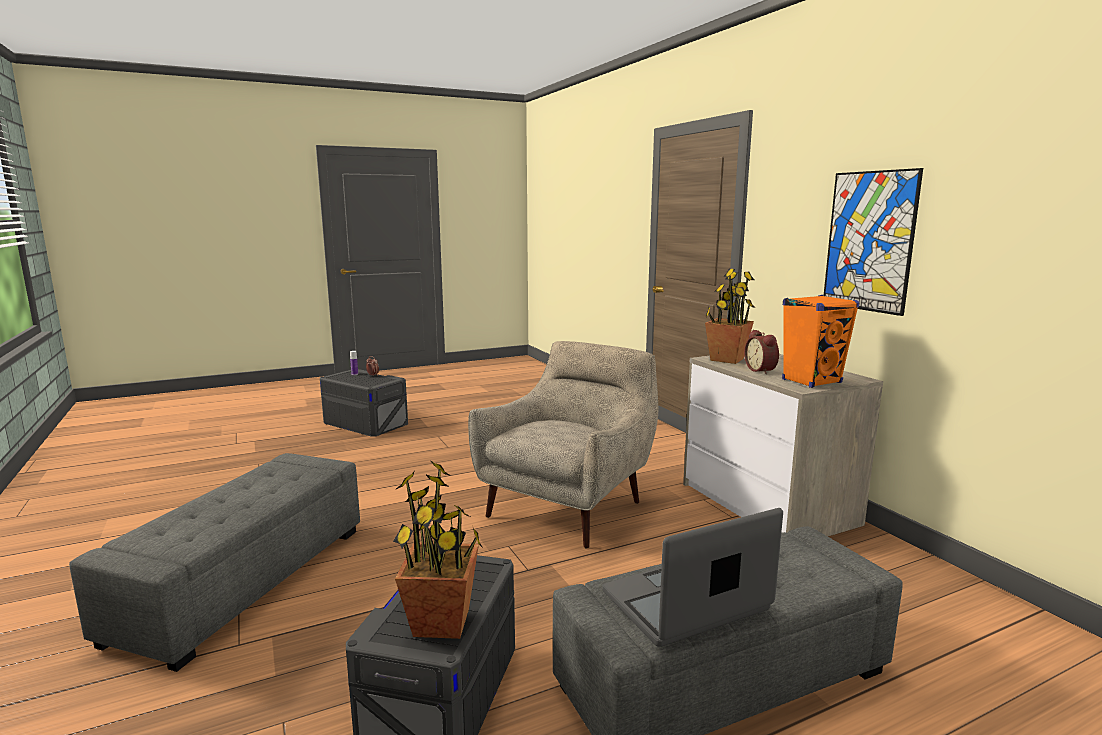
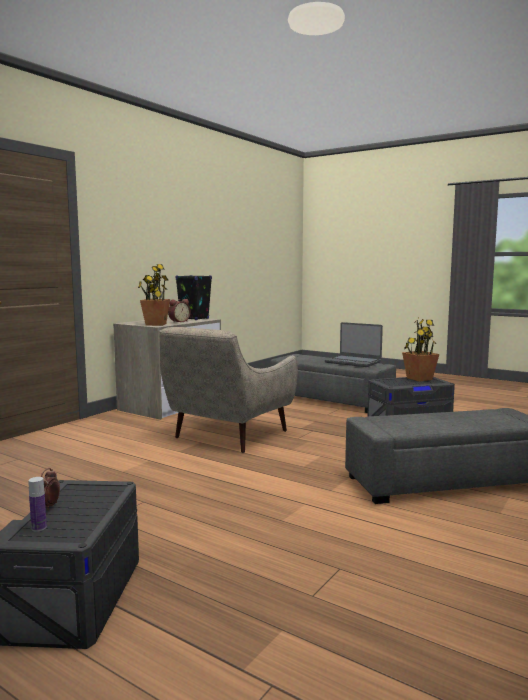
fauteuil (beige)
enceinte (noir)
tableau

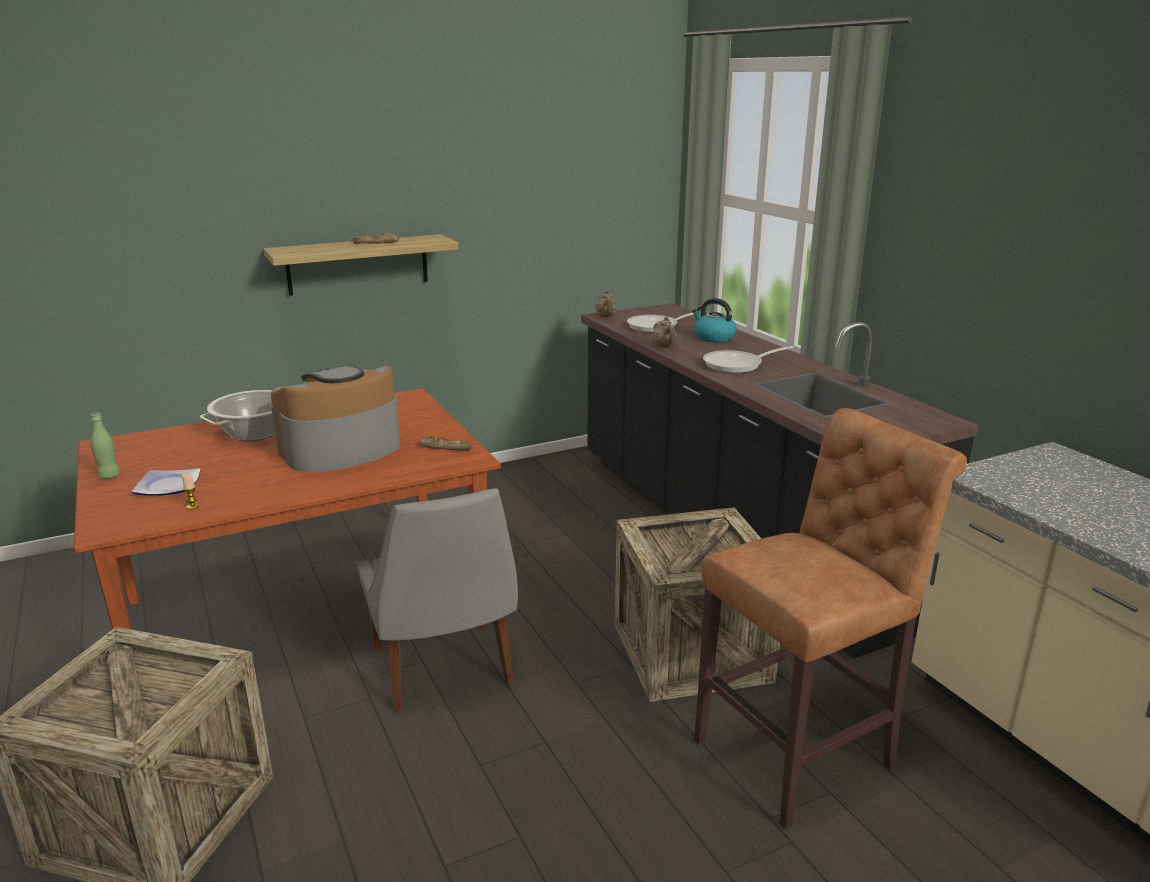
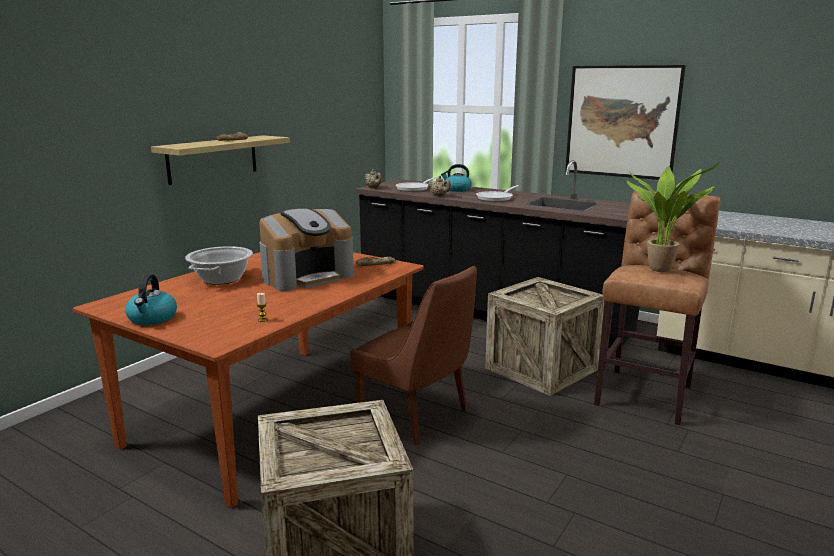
bouilloire (no. 1 from left)
assiette
machine à café
chaise (marron)
tableau
plante en pot

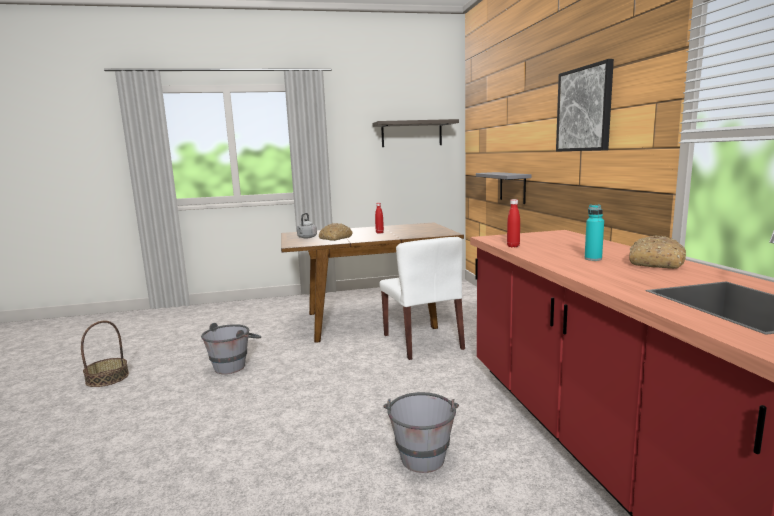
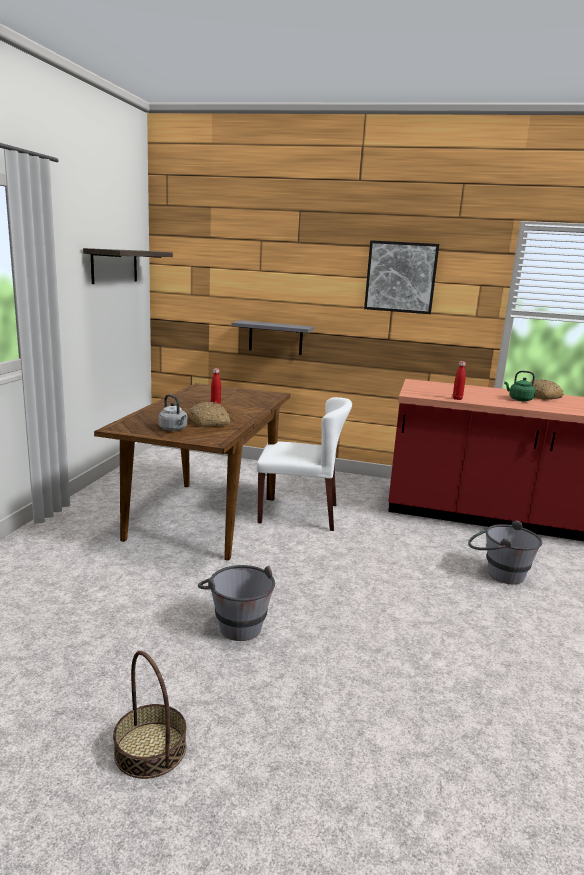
bouilloire (vert)

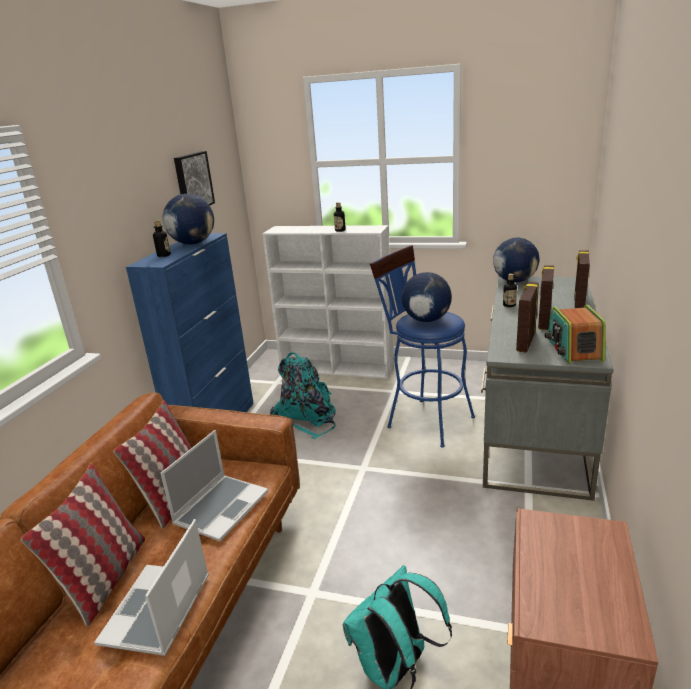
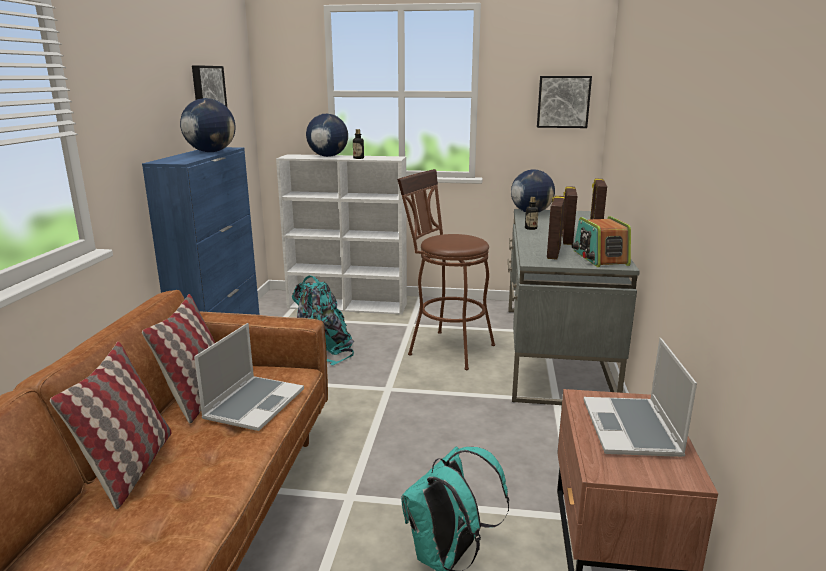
ordinateur portable (no. 2 from left)
bouteille (no. 1 from left in the first image)
tabouret (marron)
globe (no. 2 from left)
tableau (no. 2 from left)

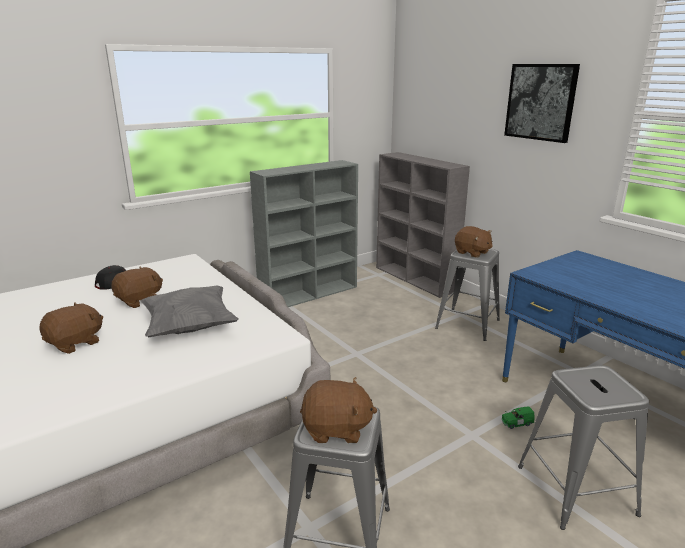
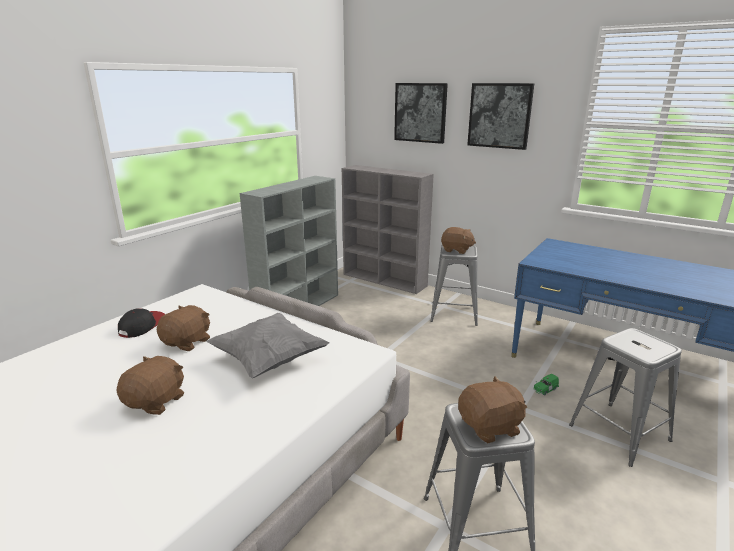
tableau (no. 1 from left)

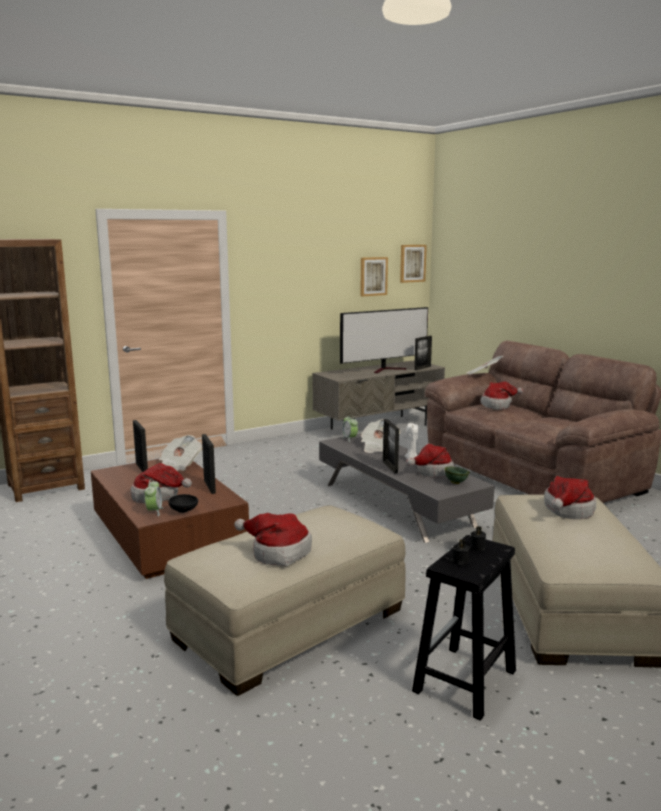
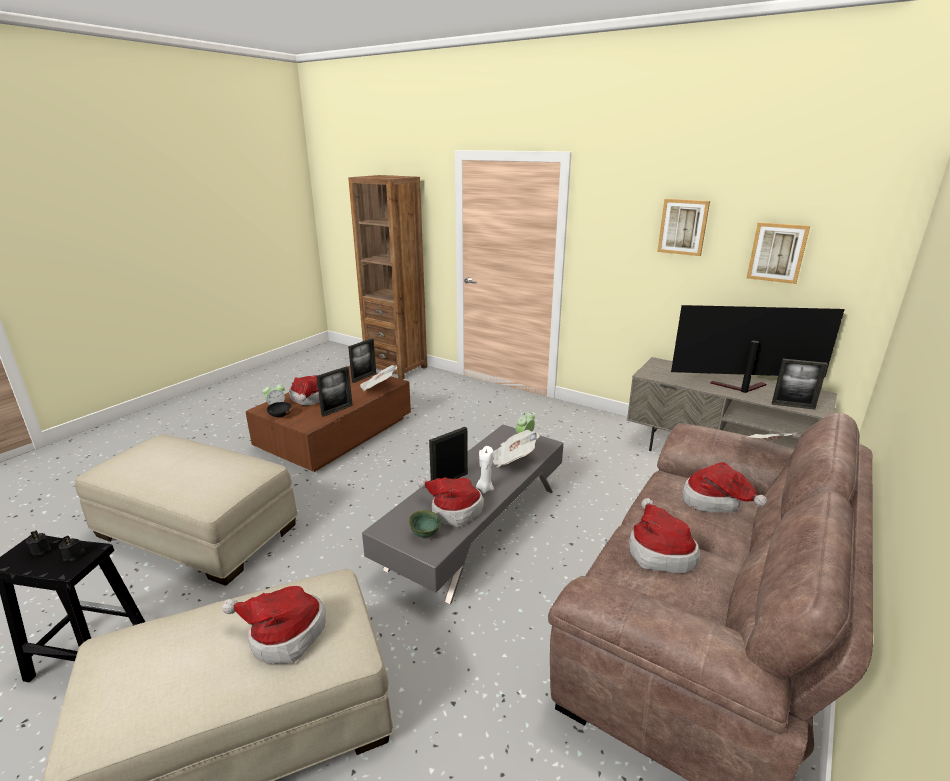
chapeau (no. 4 from left)
téléviseur
tableau (no. 1 from left)

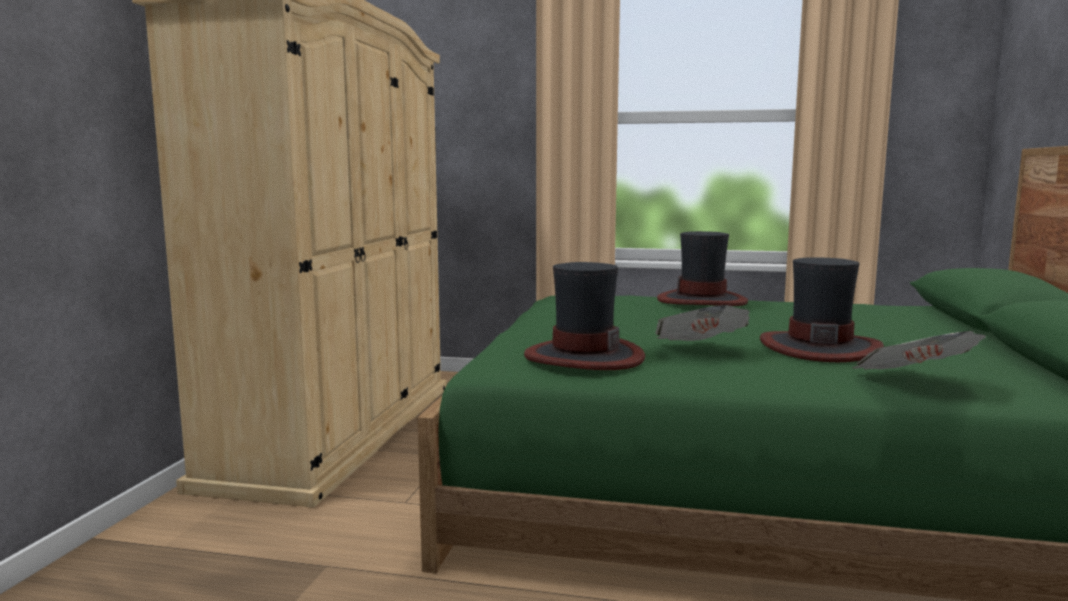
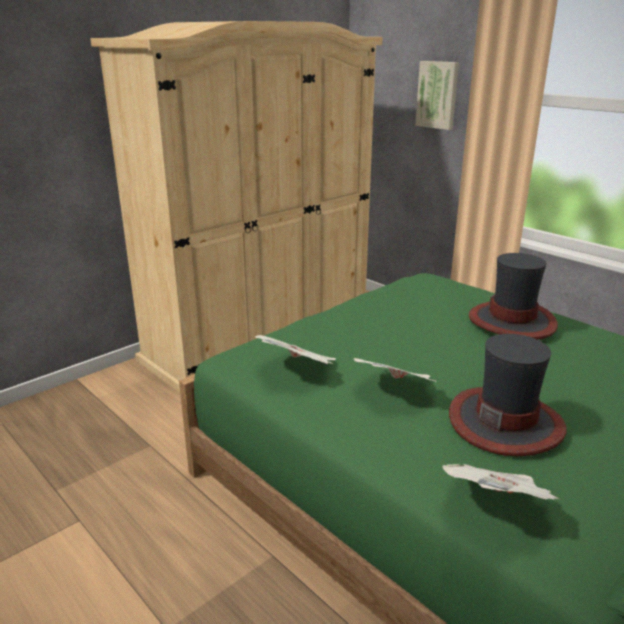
journal (no. 1 from left)
tableau

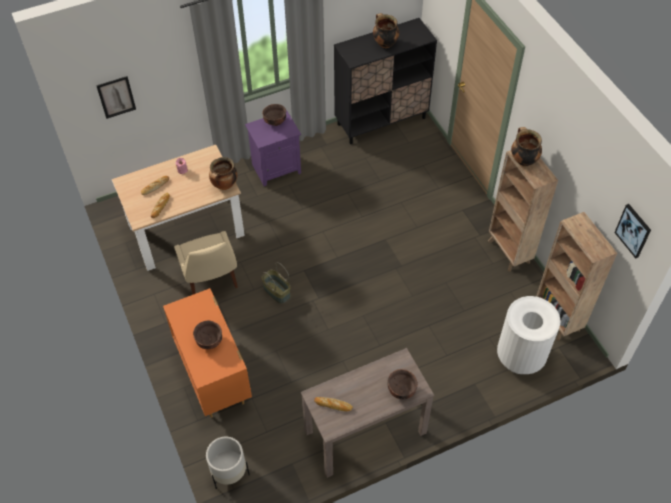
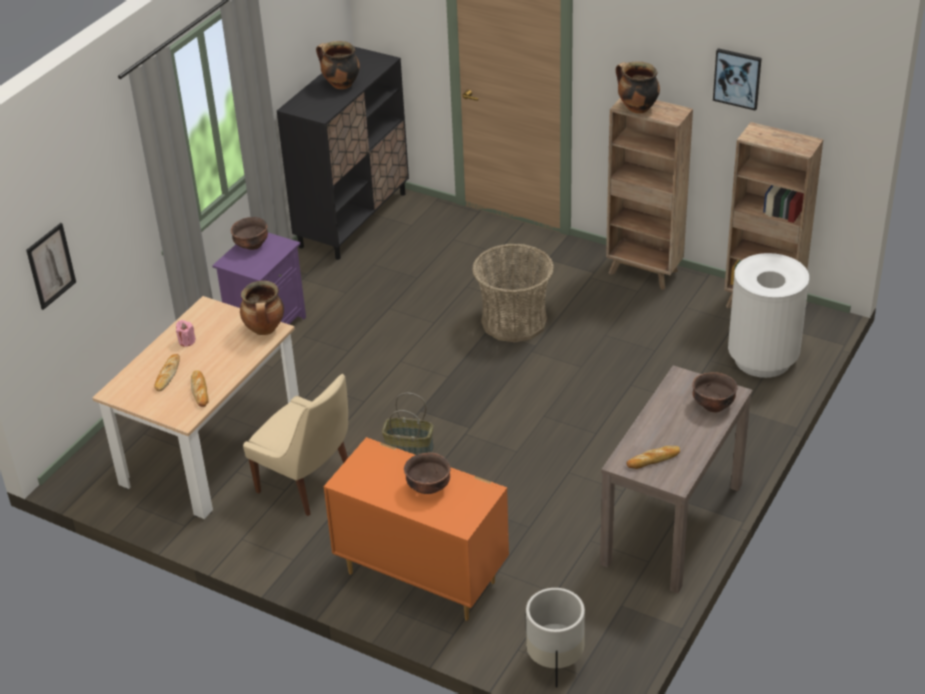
tableau (no. 2 from left)
panier (no. 2 from left)

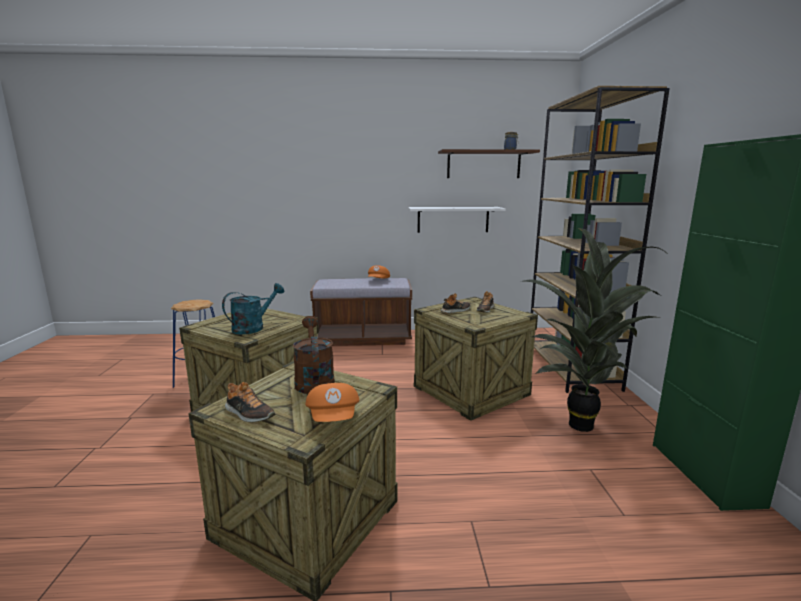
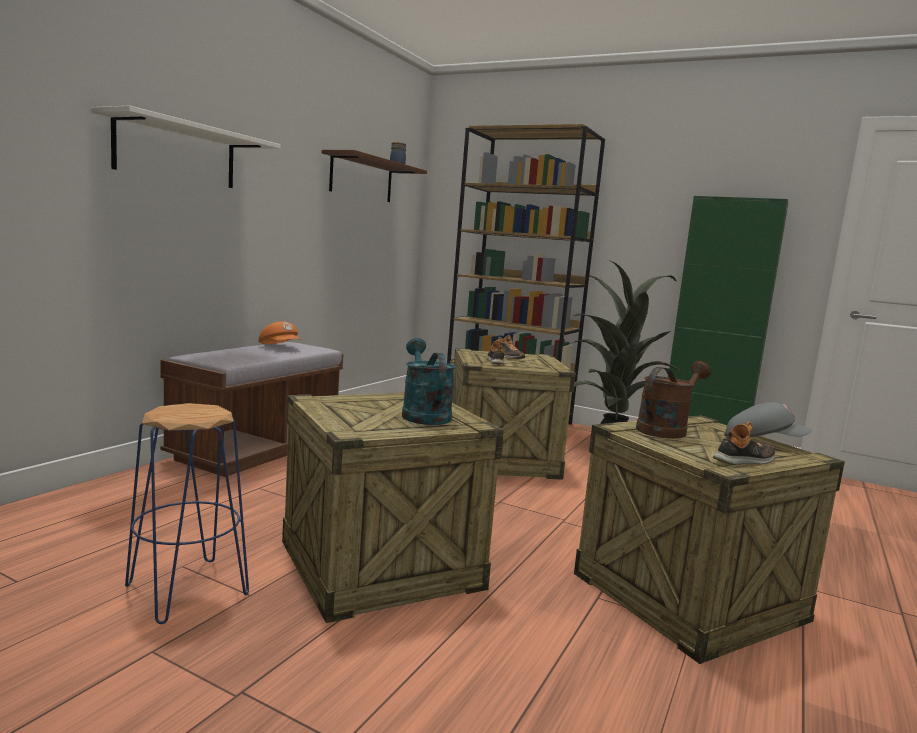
arrosoir (marron)
casquette (gris)
étagère (blanc)

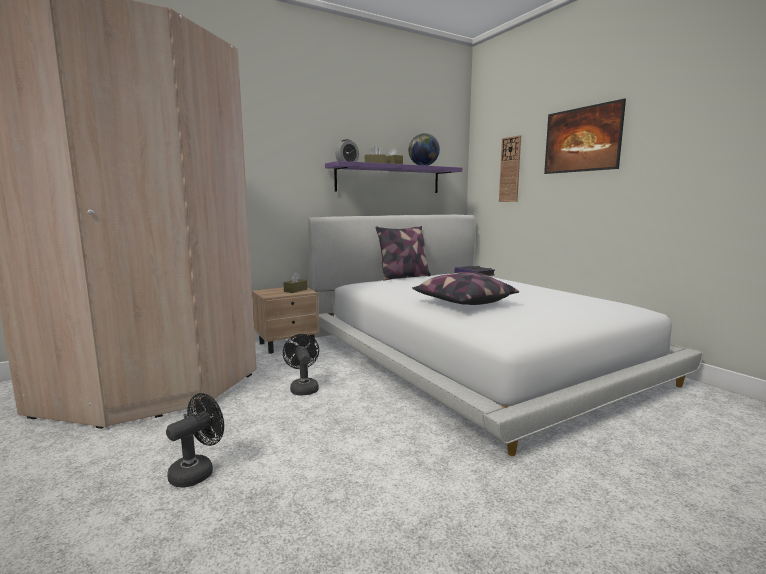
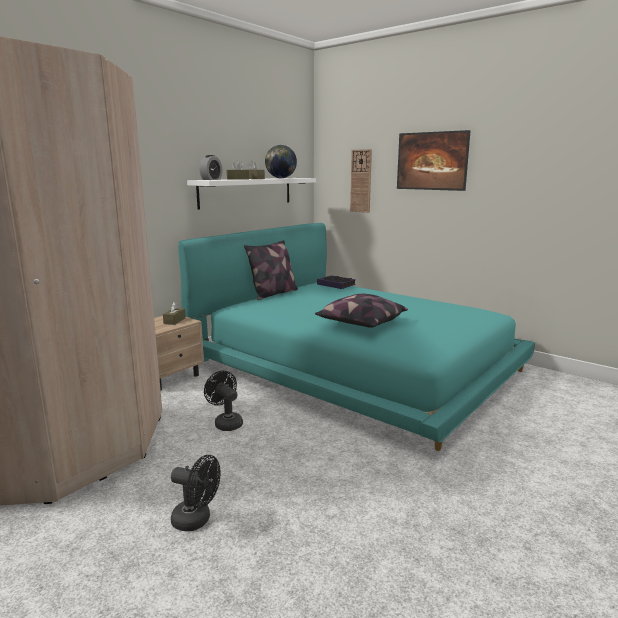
ventilateur (noir) (no. 1 from left)
lit (turquoise)
étagère (blanc)

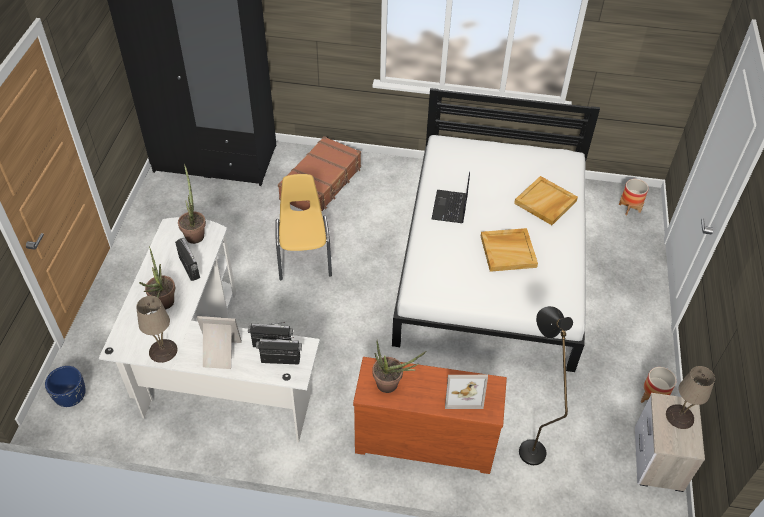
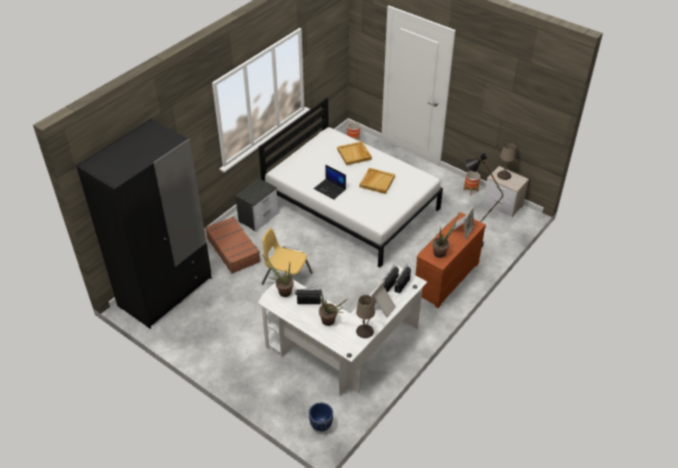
table de chevet (no. 1 from left)

